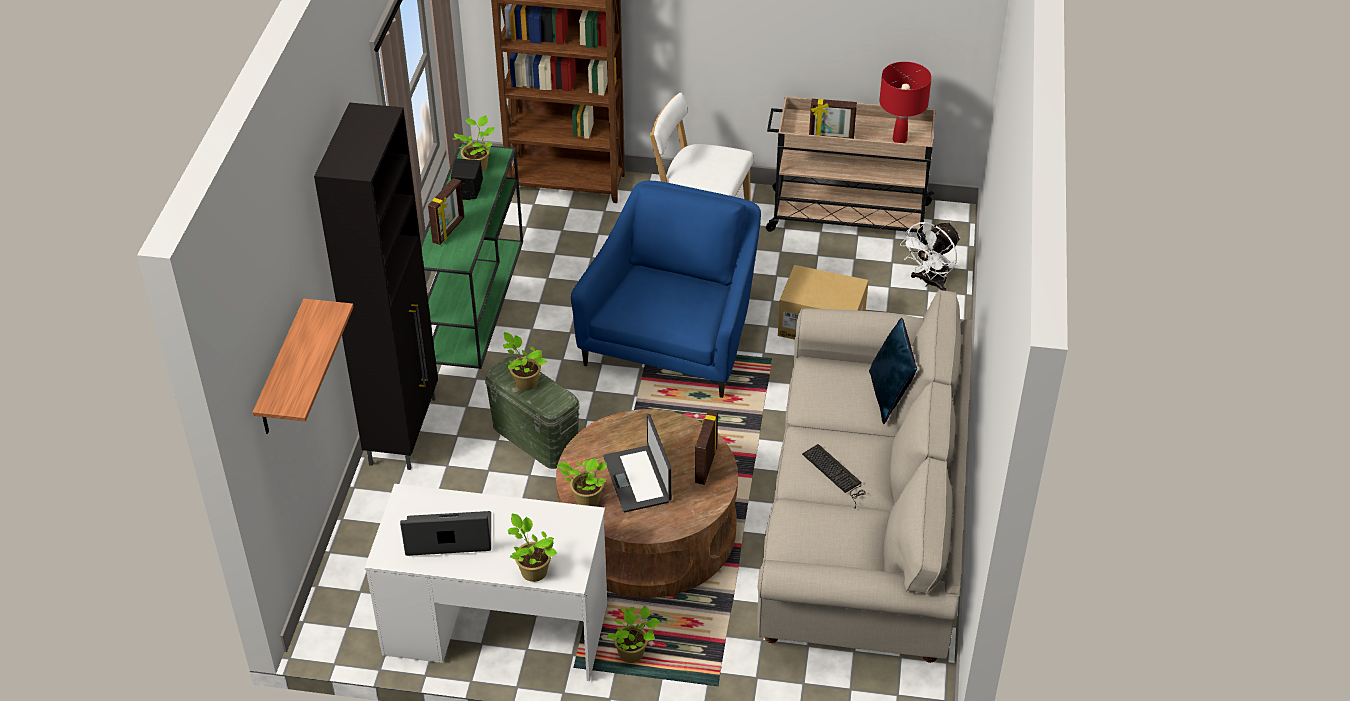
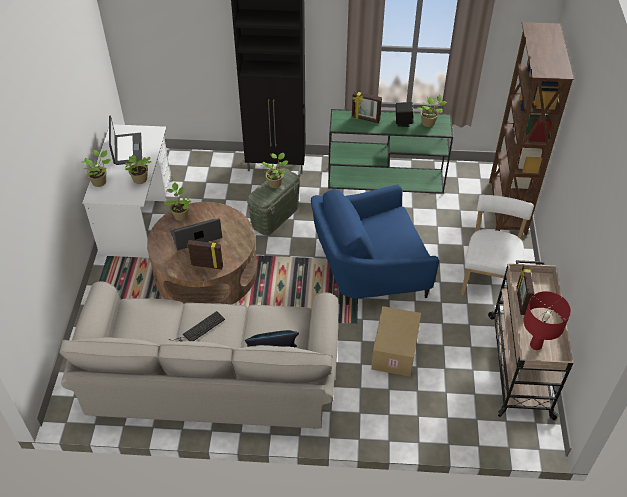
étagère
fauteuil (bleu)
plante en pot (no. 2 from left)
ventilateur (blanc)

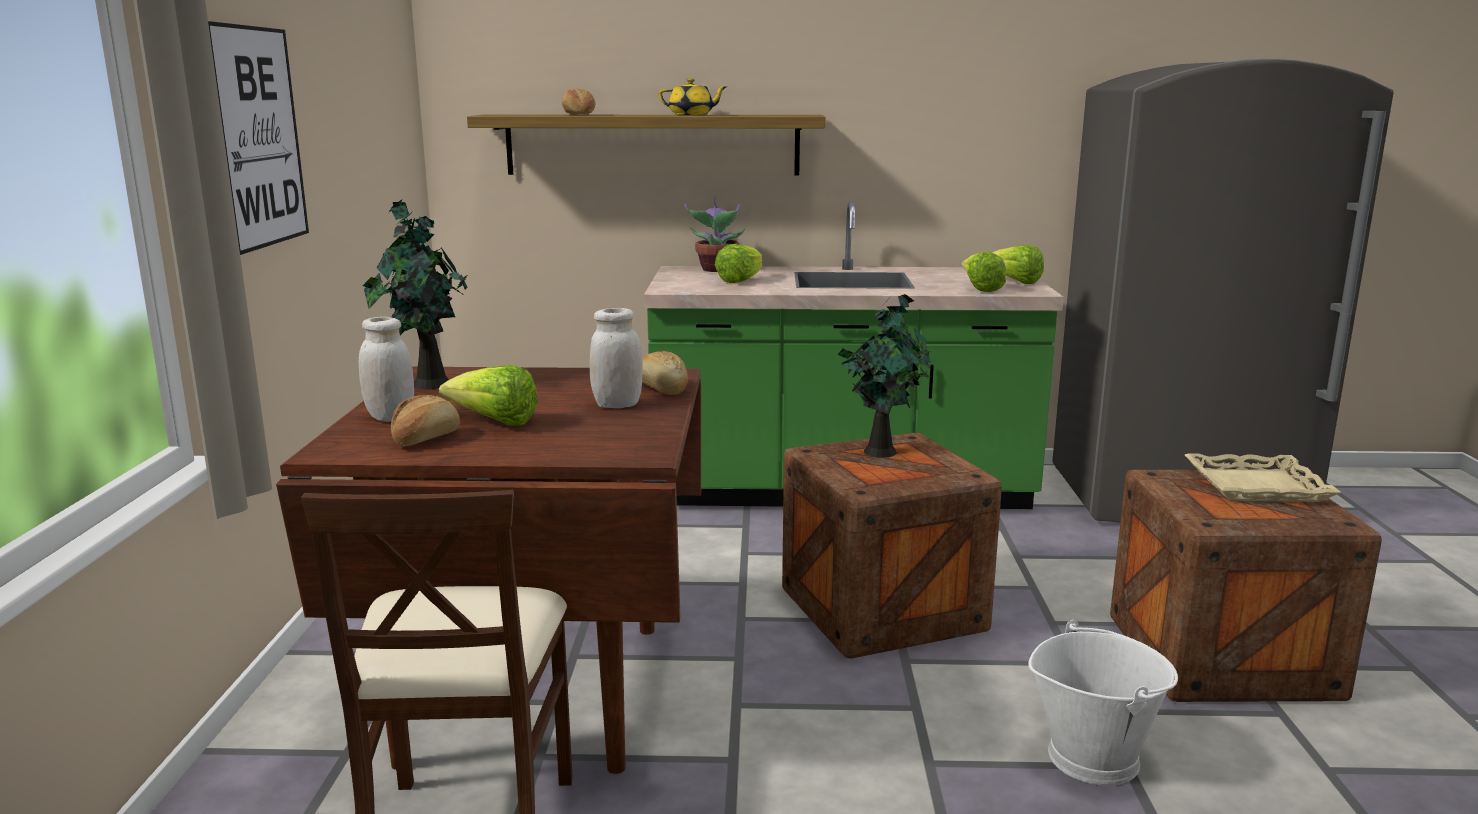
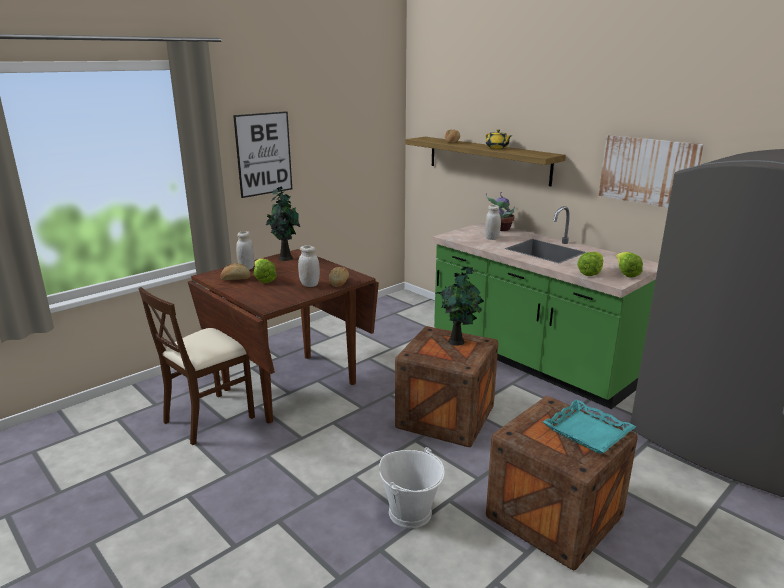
bocal (blanc) (no. 3 from left)
plateau (turquoise)
tableau (no. 2 from left)

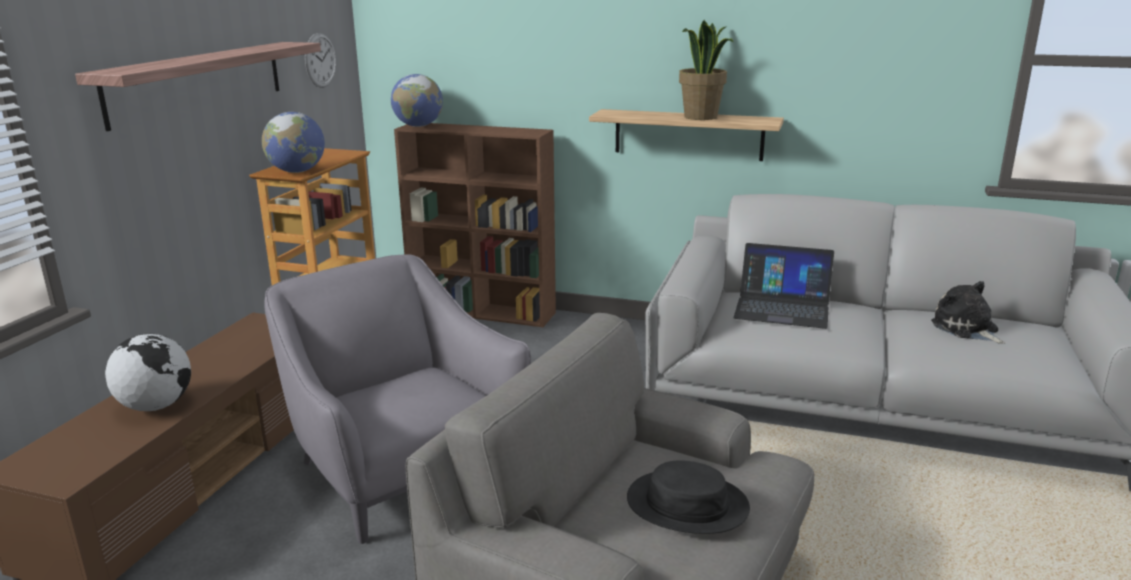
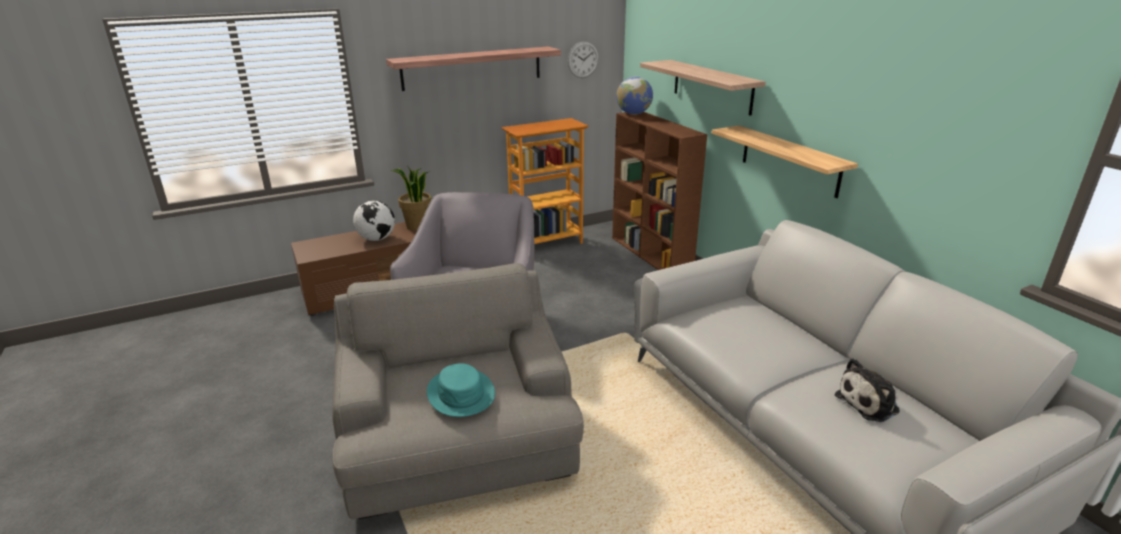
globe (no. 2 from left in the first image)
chapeau (turquoise)
plante en pot
ordinateur portable
peluche
étagère (no. 2 from left)

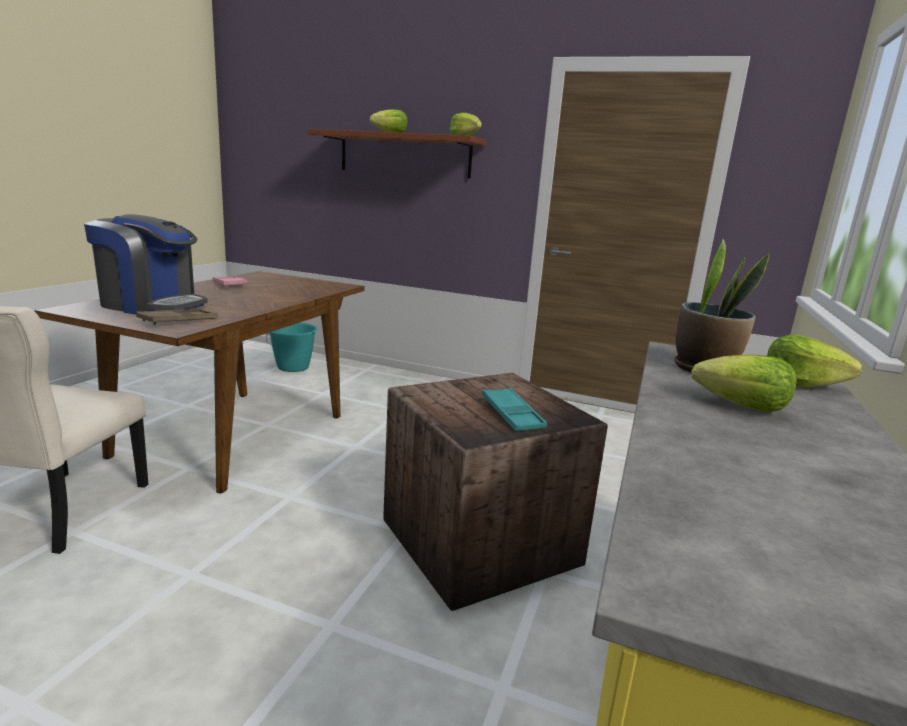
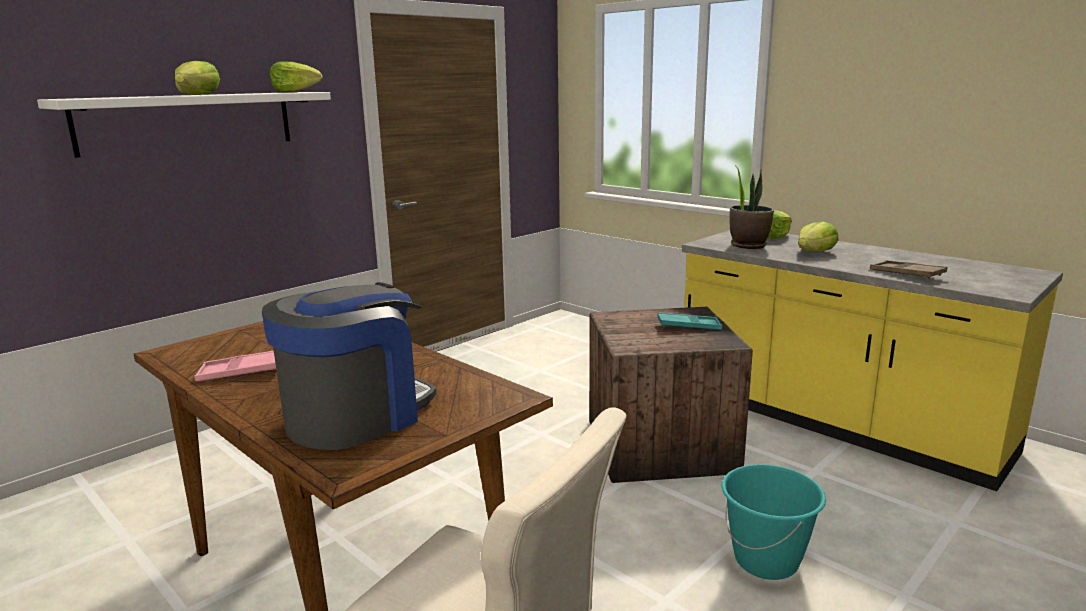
plateau (marron)
seau (turquoise)
étagère (blanc)

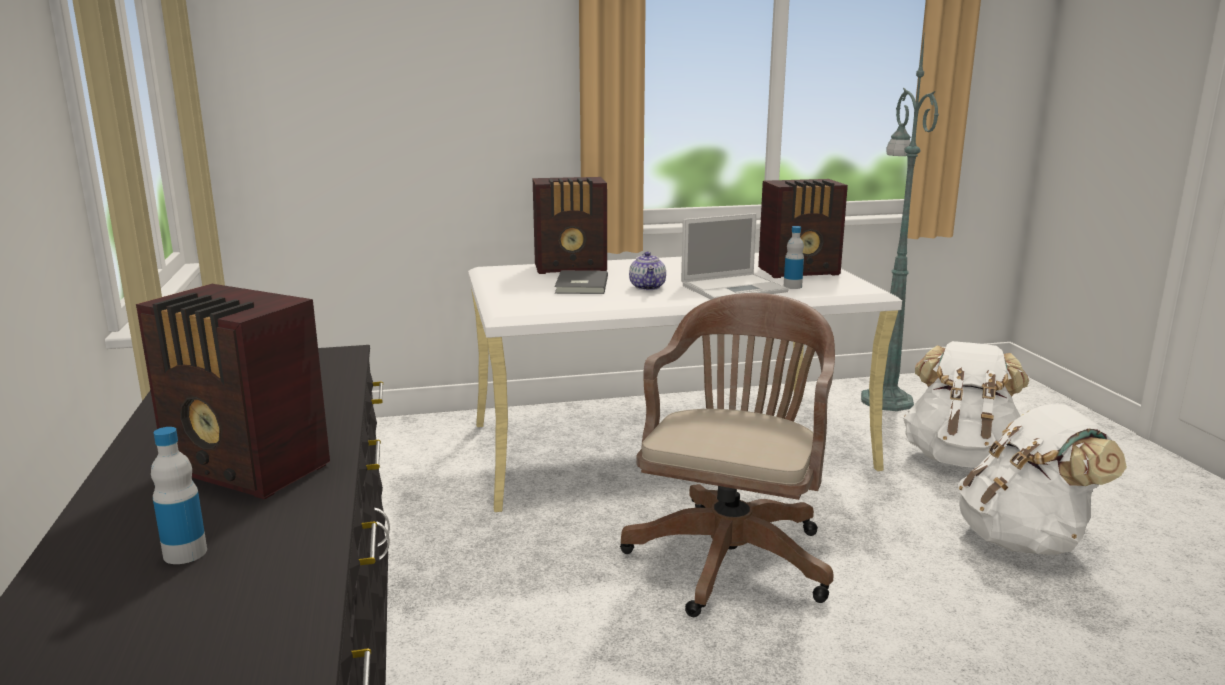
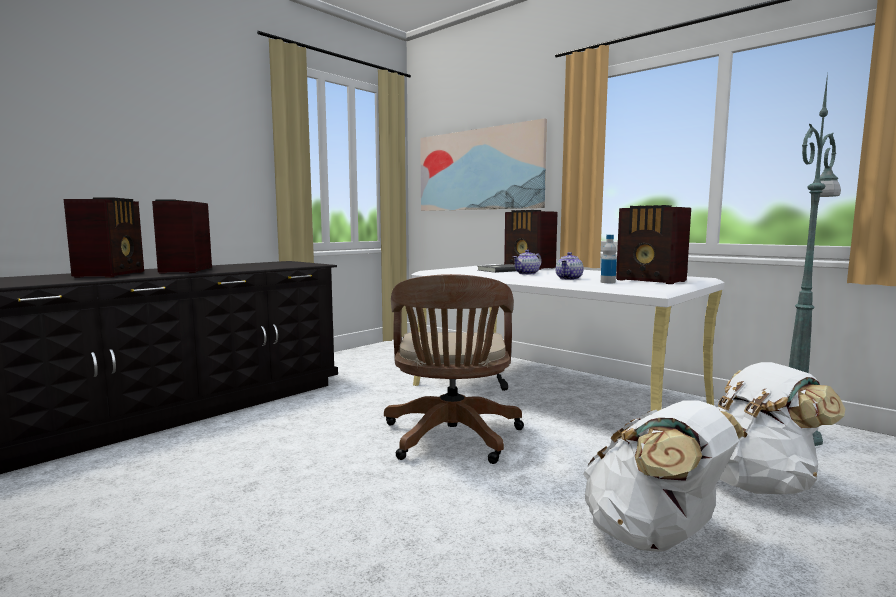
radio (no. 1 from left)
chaise de bureau (marron)
théière (no. 2 from left)
tableau

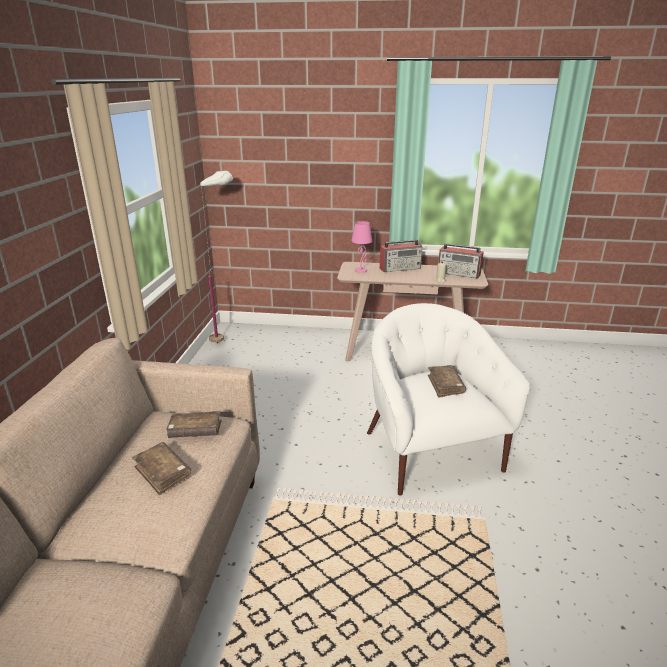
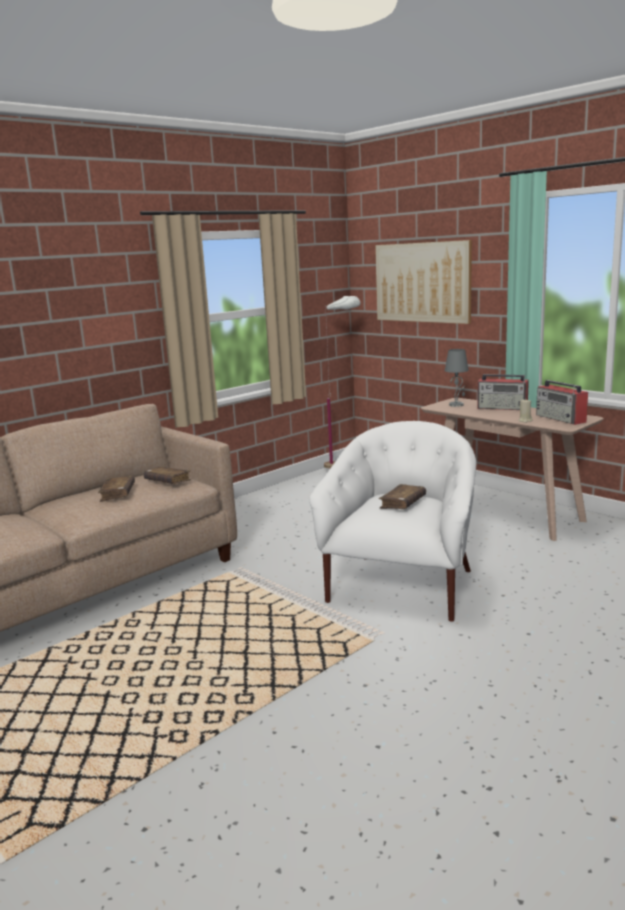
lampe de table (gris)
tableau

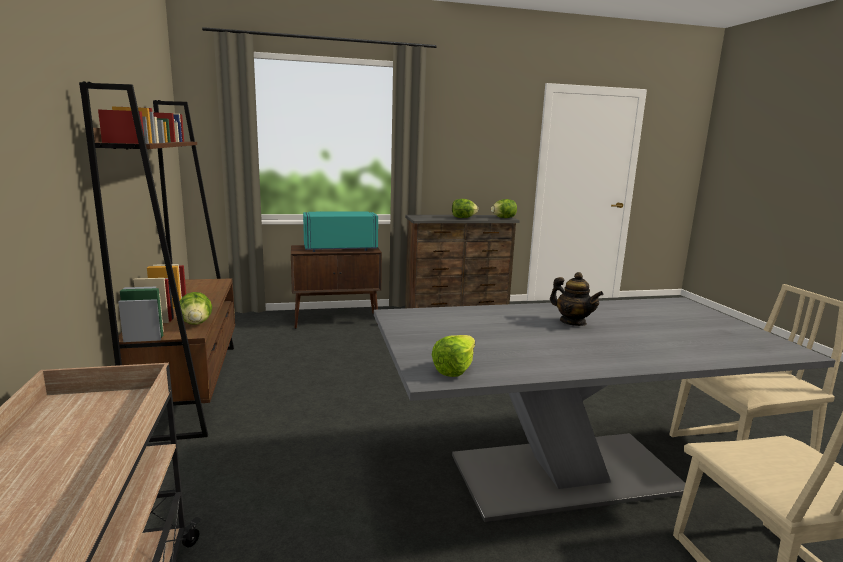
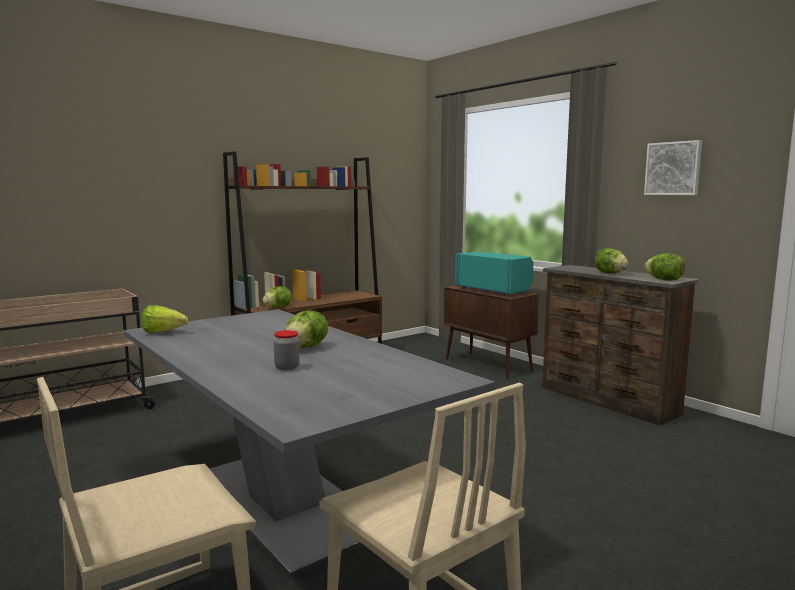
laitue (no. 3 from left)
bocal
tableau

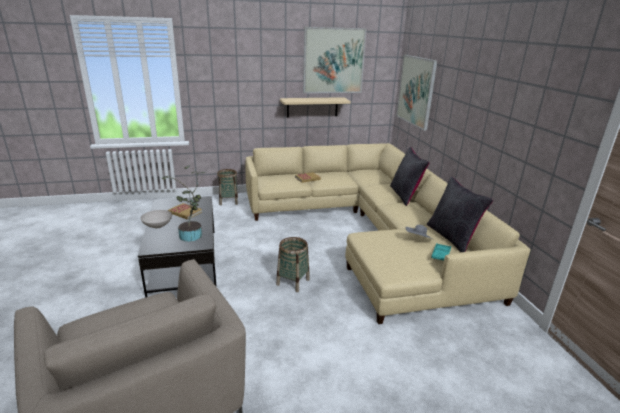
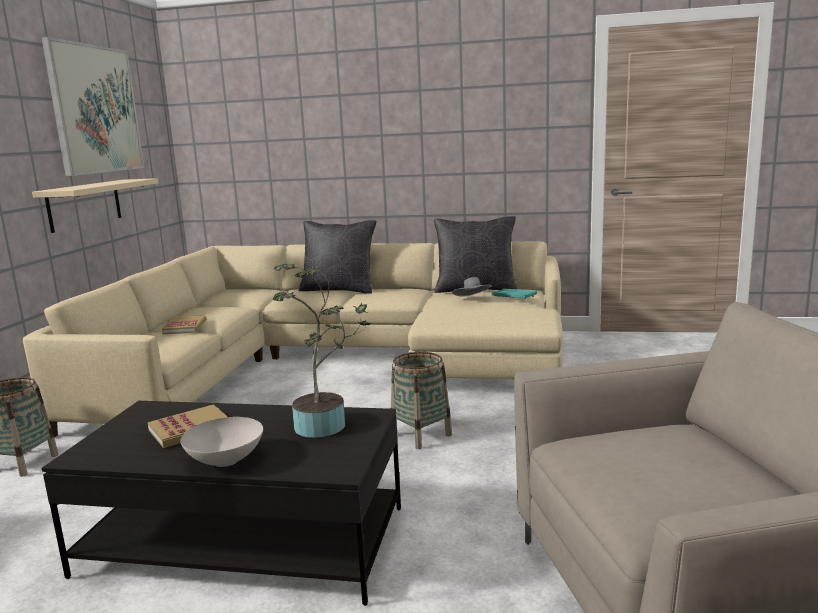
tableau (no. 2 from left in the first image)

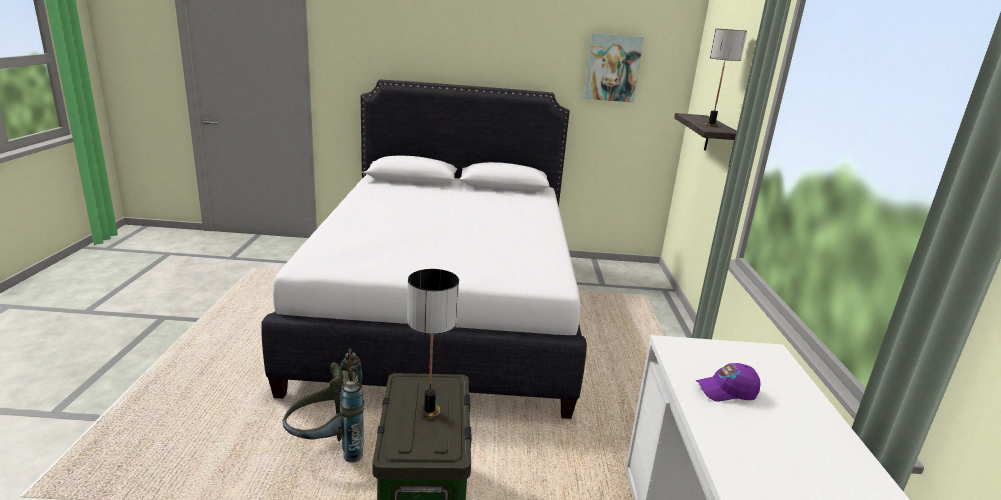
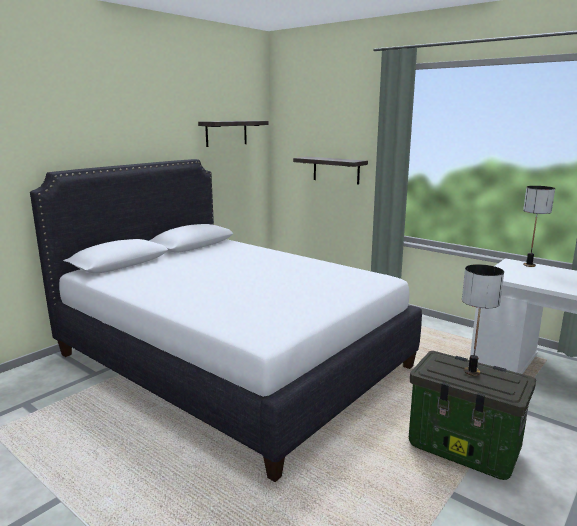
sac à dos (gris)
étagère (no. 1 from left)
casquette (violet)
lampe de table (no. 2 from left)

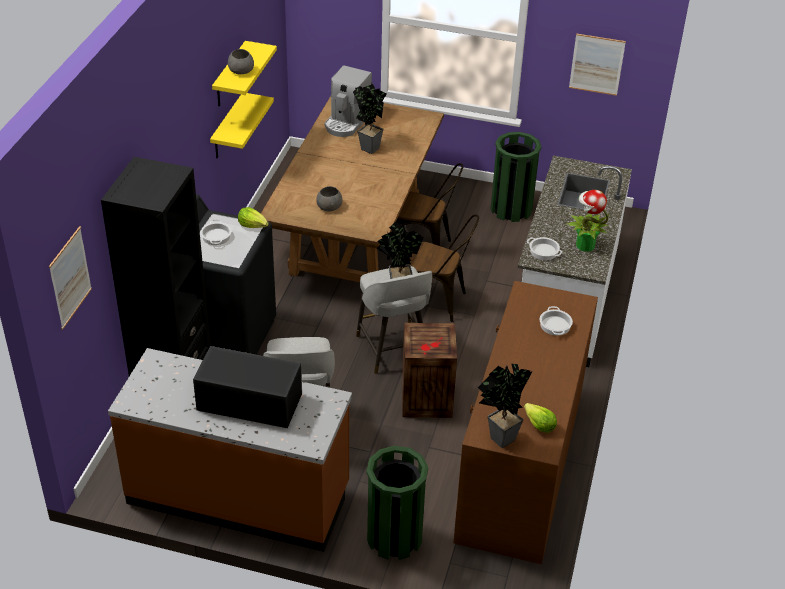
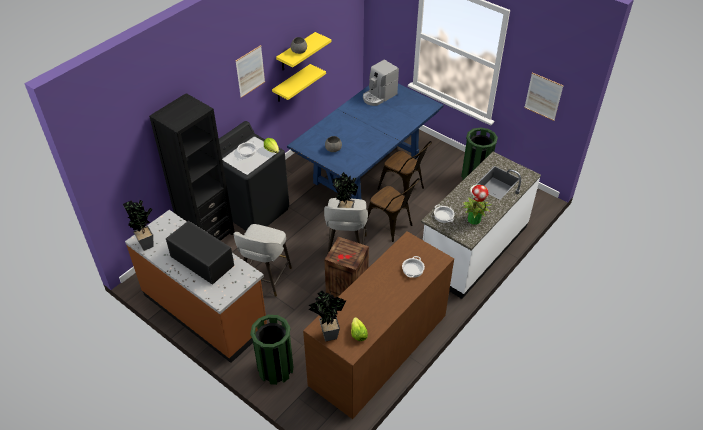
tableau (no. 1 from left)
table à manger (bleu)
plante en pot (no. 1 from left)

